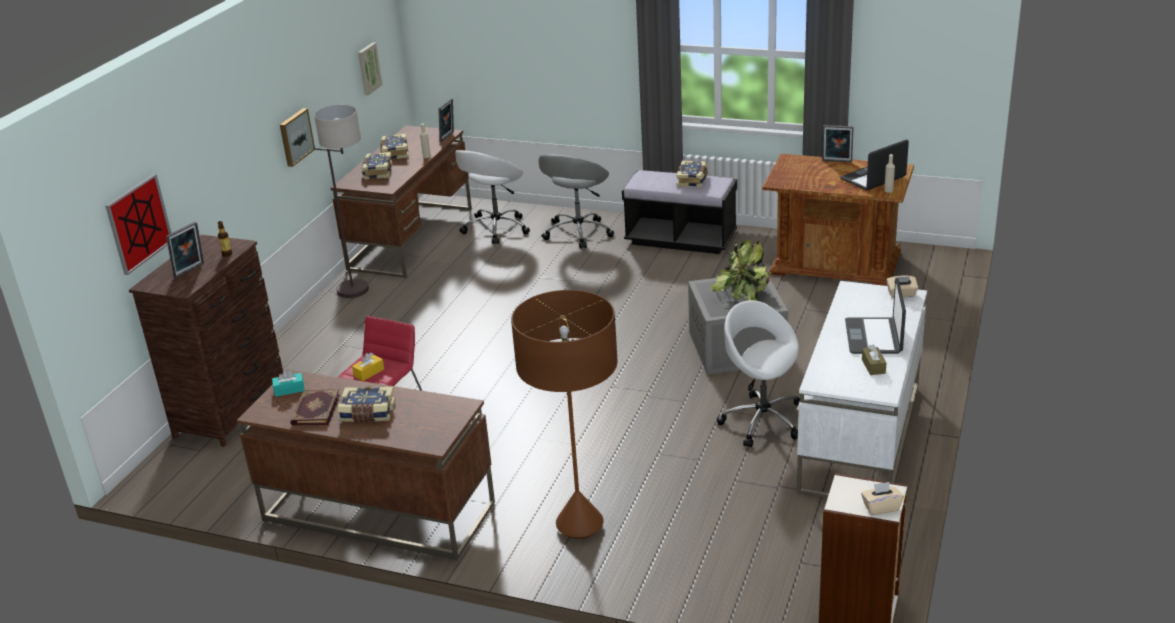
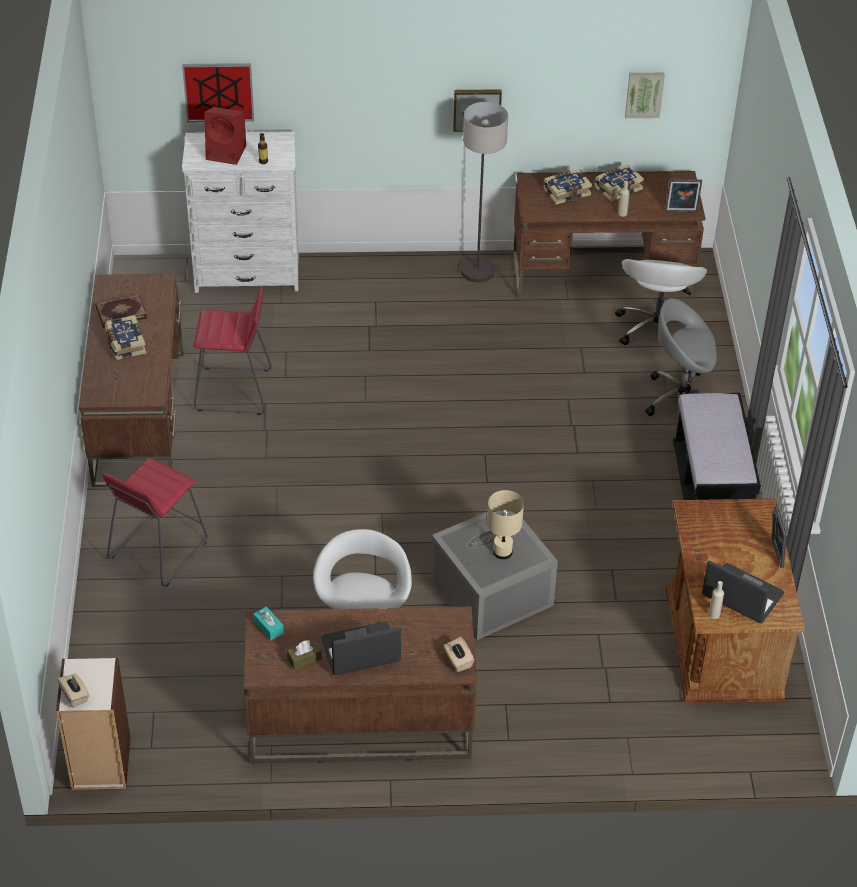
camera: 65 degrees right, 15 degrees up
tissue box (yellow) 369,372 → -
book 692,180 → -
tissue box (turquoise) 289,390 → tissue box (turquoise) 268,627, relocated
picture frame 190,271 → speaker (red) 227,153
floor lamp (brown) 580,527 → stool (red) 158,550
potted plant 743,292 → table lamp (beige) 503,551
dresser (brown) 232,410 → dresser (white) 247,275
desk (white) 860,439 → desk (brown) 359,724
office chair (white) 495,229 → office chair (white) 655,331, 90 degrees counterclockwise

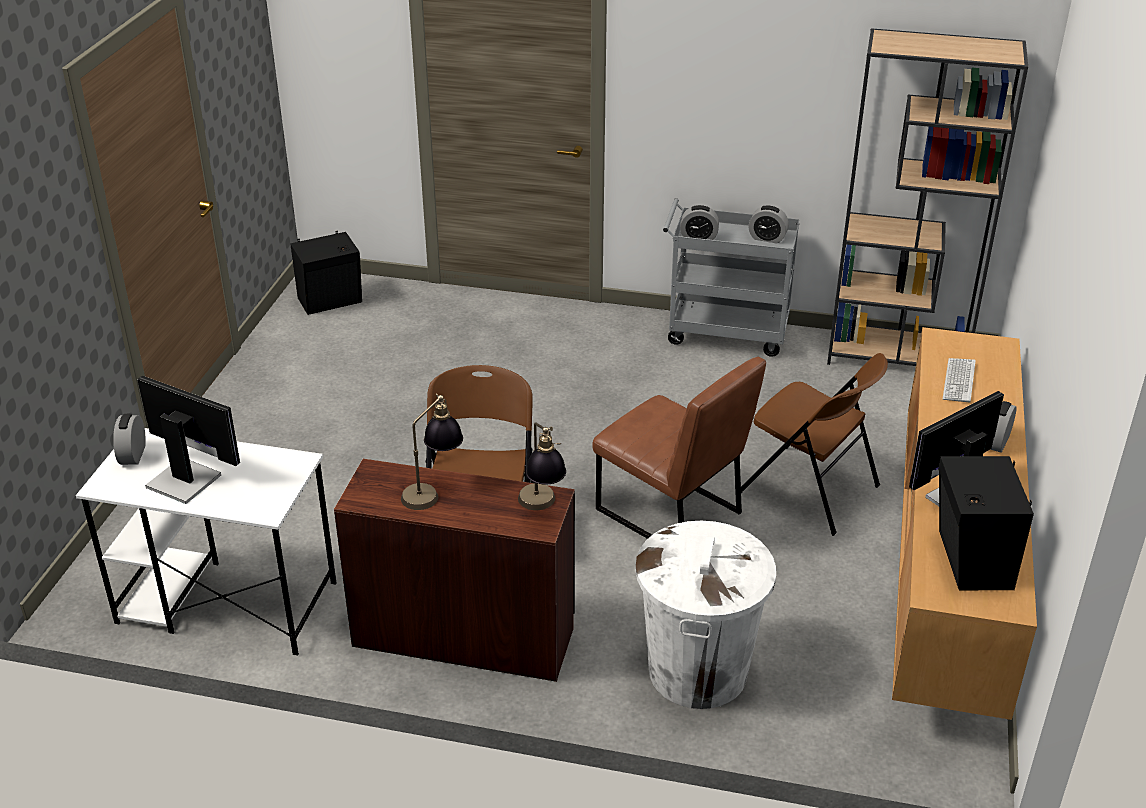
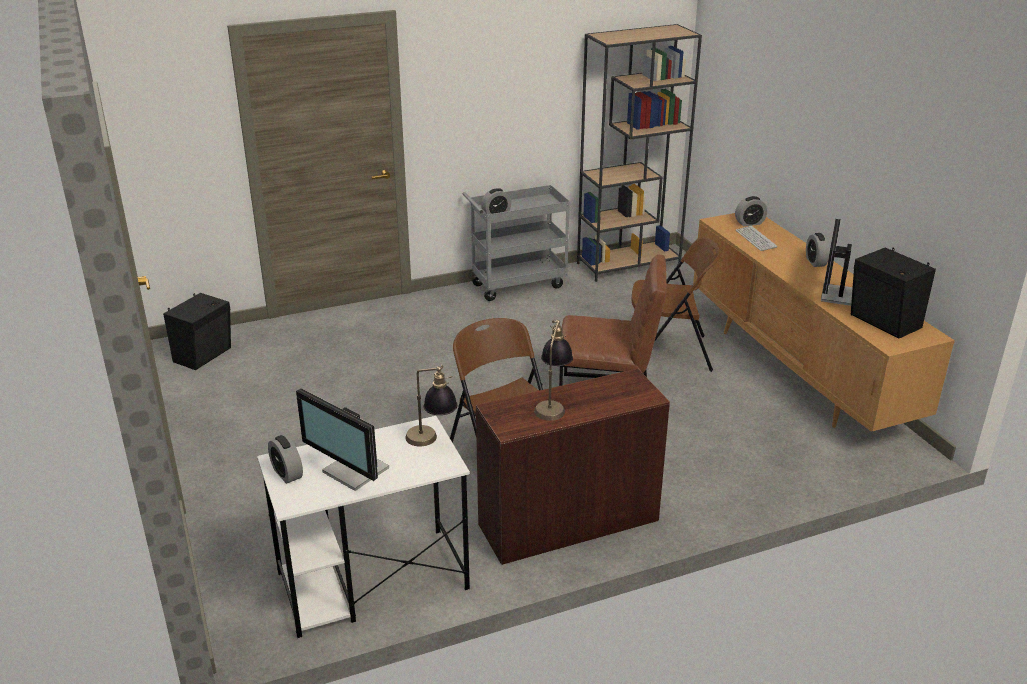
camera: 35 degrees left, 5 degrees down
trash can (white) 698,671 → -
table lamp 541,508 → table lamp 431,442, relocated
alarm clock 767,238 → alarm clock 749,223, relocated
monitor 185,479 → monitor 354,471, 135 degrees counterclockwise

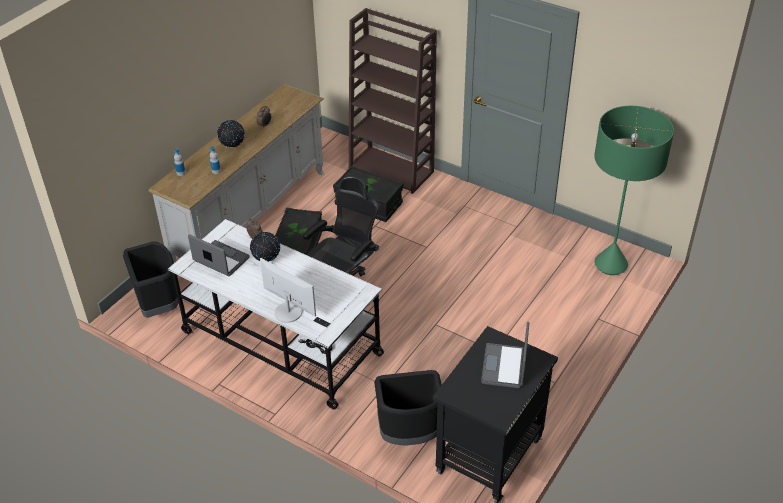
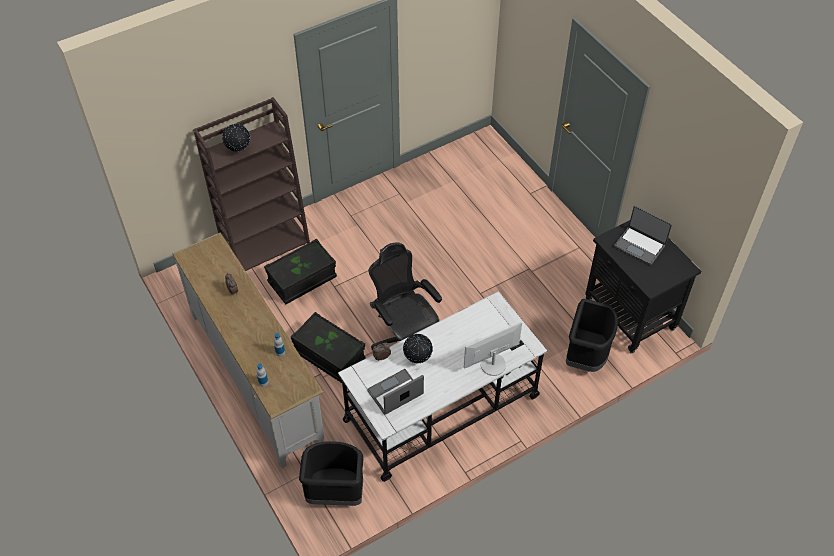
camera: 65 degrees left, 10 degrees up
floor lamp (green) 610,266 → -
globe 233,147 → globe 238,150, relocated

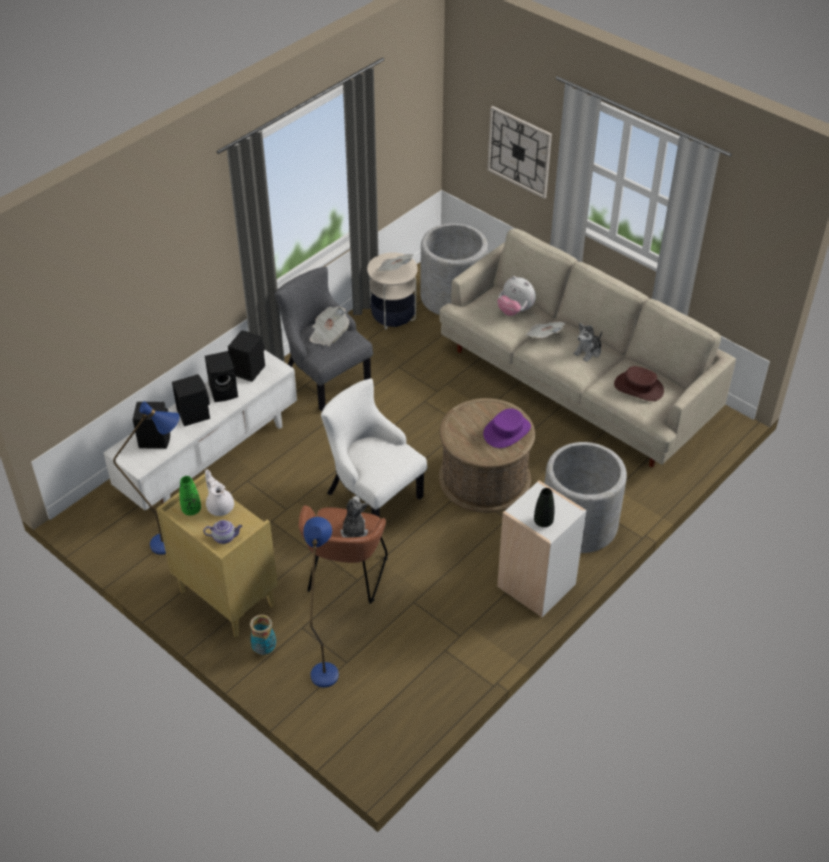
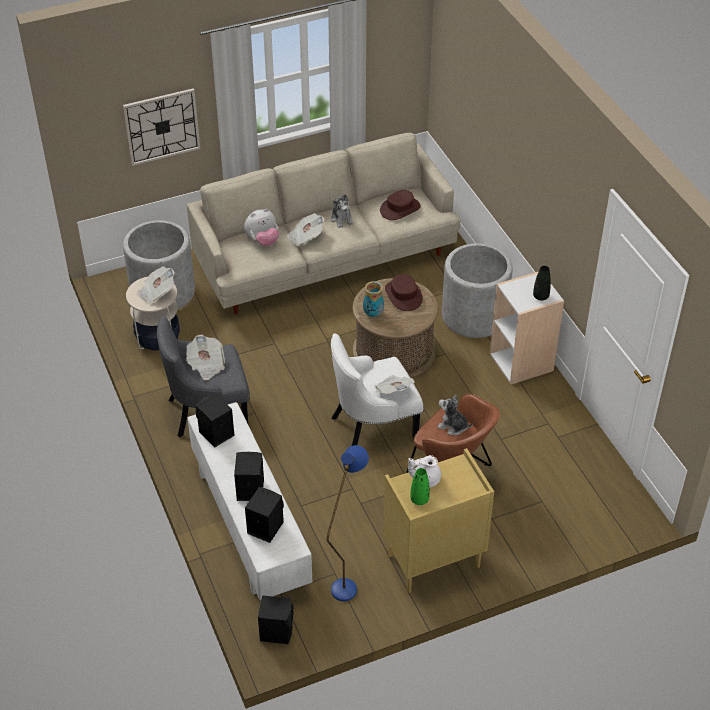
camera: 65 degrees left, 0 degrees up
teapot 225,537 → -
floor lamp (blue) 325,666 → -
- → newspaper 394,391
speaker (black) 224,391 → speaker (black) 277,630, relocated
vase 264,649 → vase 373,314, relocated
hat (purple) 507,431 → hat (brown) 403,295

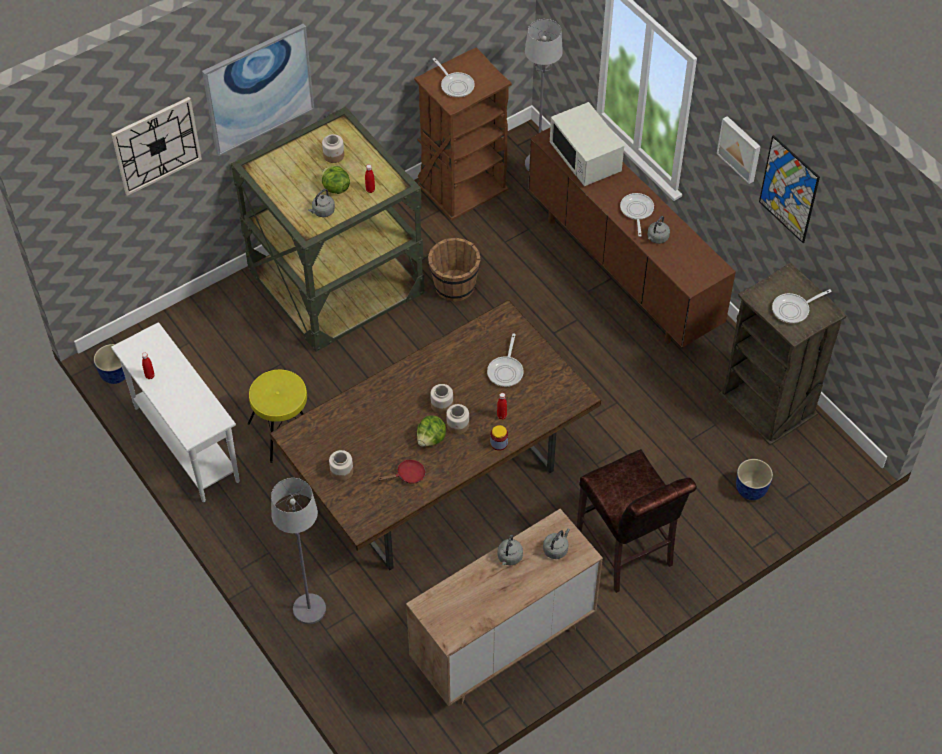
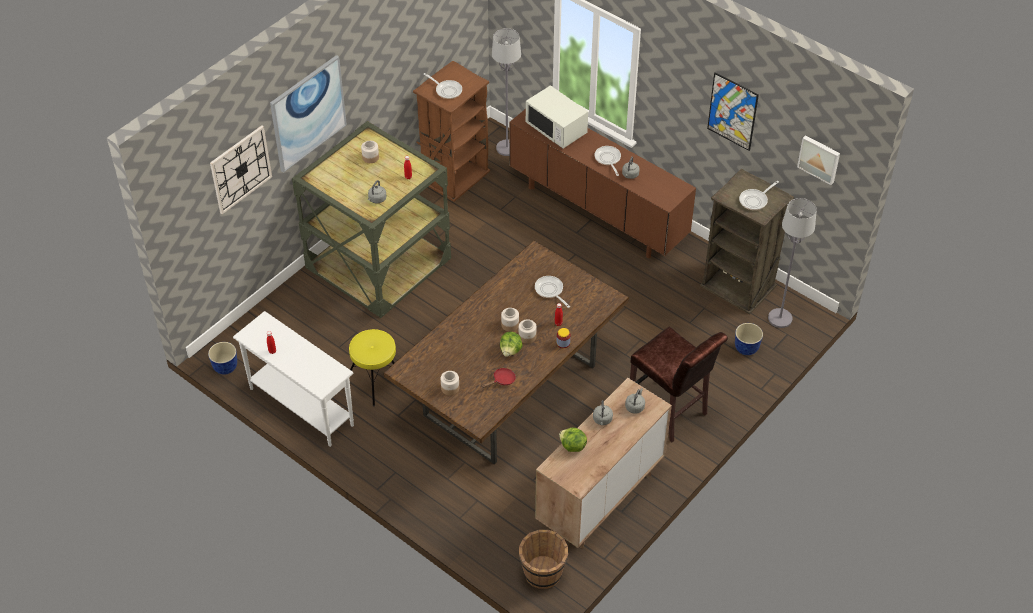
camera: 15 degrees left, 5 degrees down
floor lamp (grey) 309,610 → floor lamp (grey) 780,319, relocated
lettuce 335,188 → lettuce 572,446, relocated
bucket (brown) 454,286 → bucket (brown) 542,573, relocated
picture 740,148 → picture 819,159, relocated
frying pan 506,371 → frying pan 550,291, 150 degrees clockwise

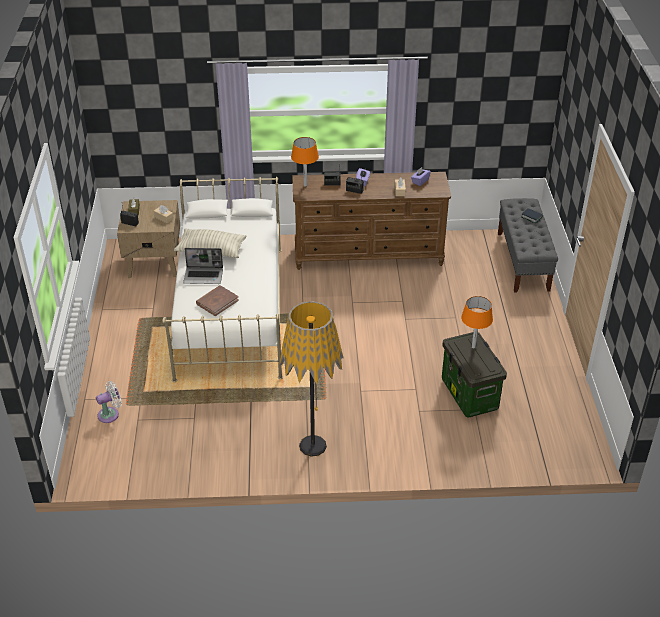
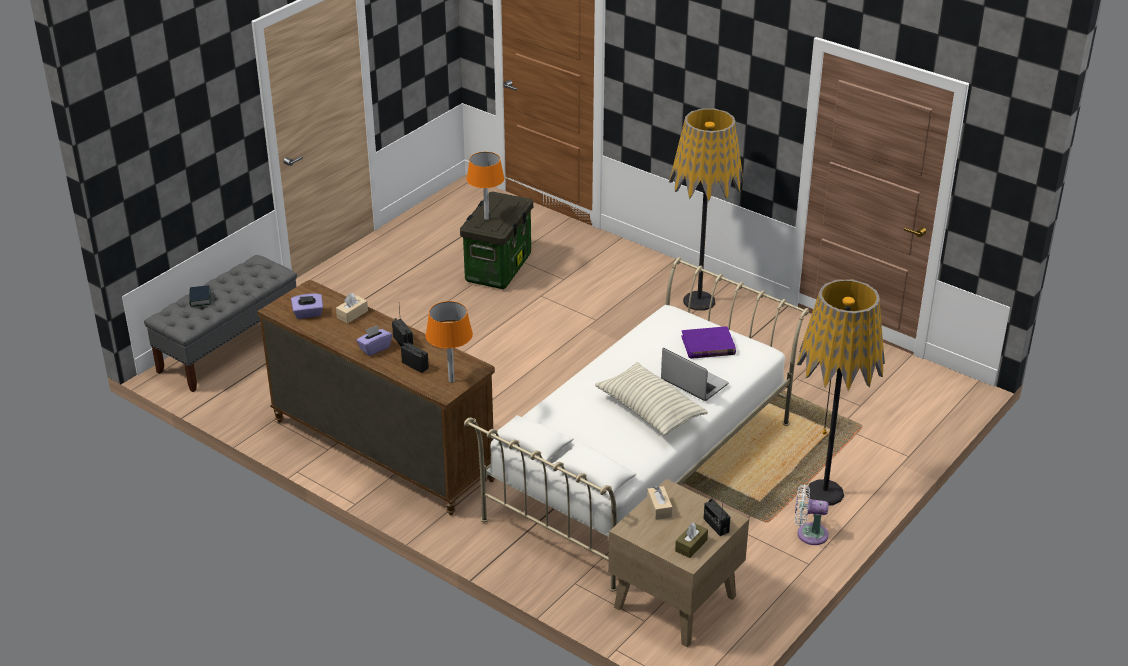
camera: 140 degrees left, 5 degrees down
- → floor lamp 824,493
fan (white) 110,414 → fan (white) 808,534, relocated
book (brown) 217,302 → book (purple) 708,345

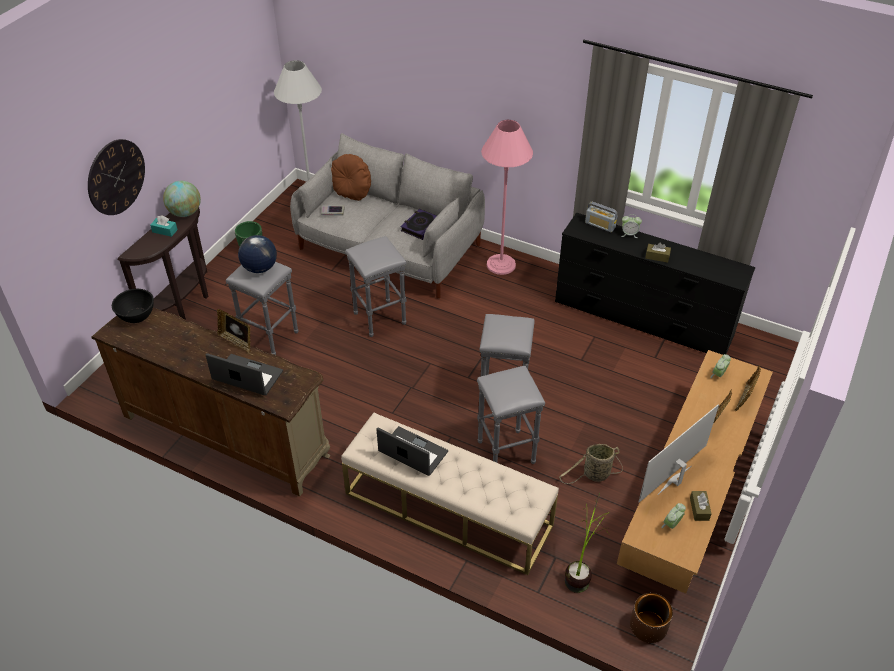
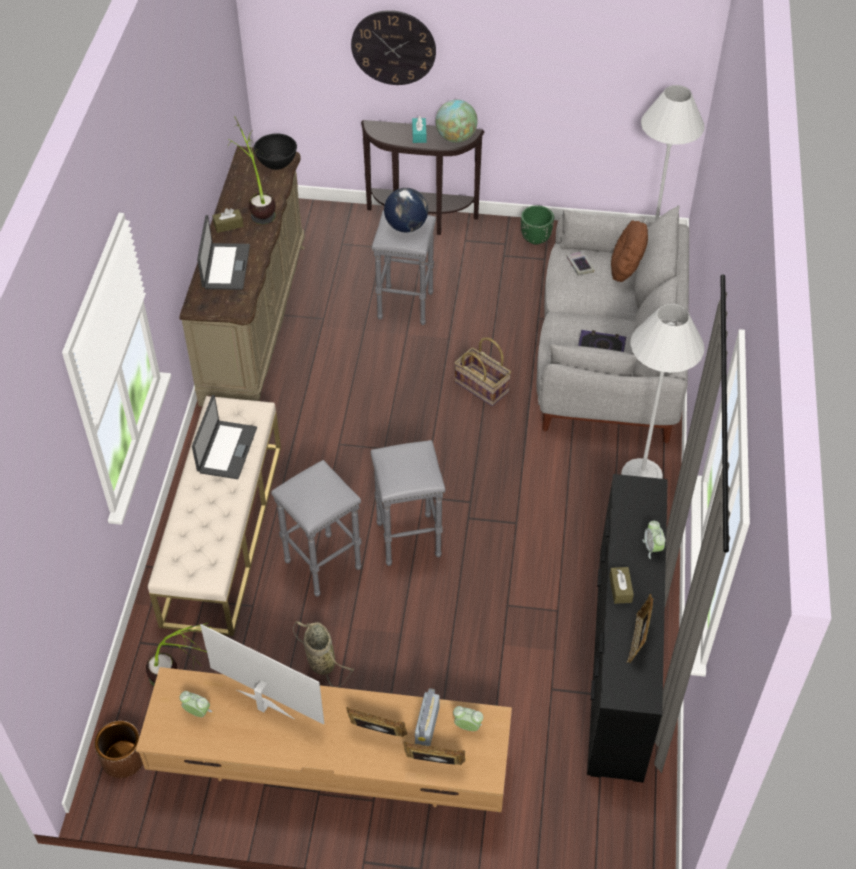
camera: 70 degrees right, 5 degrees up
- → potted plant 258,206
picture frame 237,341 → picture frame 638,640, relocated
radio 600,225 → radio 427,725, relocated
tissue box (brown) 699,509 → tissue box (brown) 228,225, relocated
stool (grey) 380,317 → basket 482,386
floor lamp (pink) 501,264 → floor lamp (white) 642,476

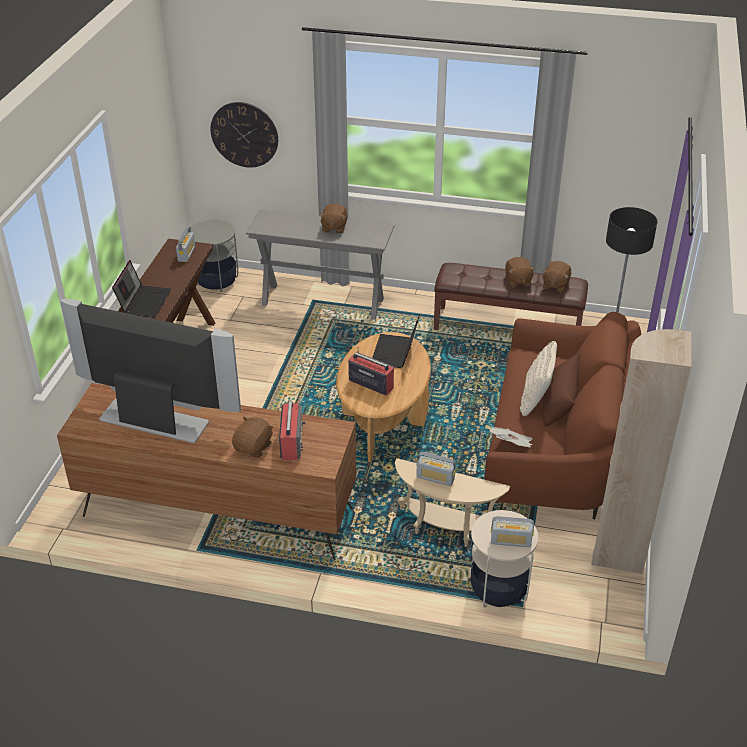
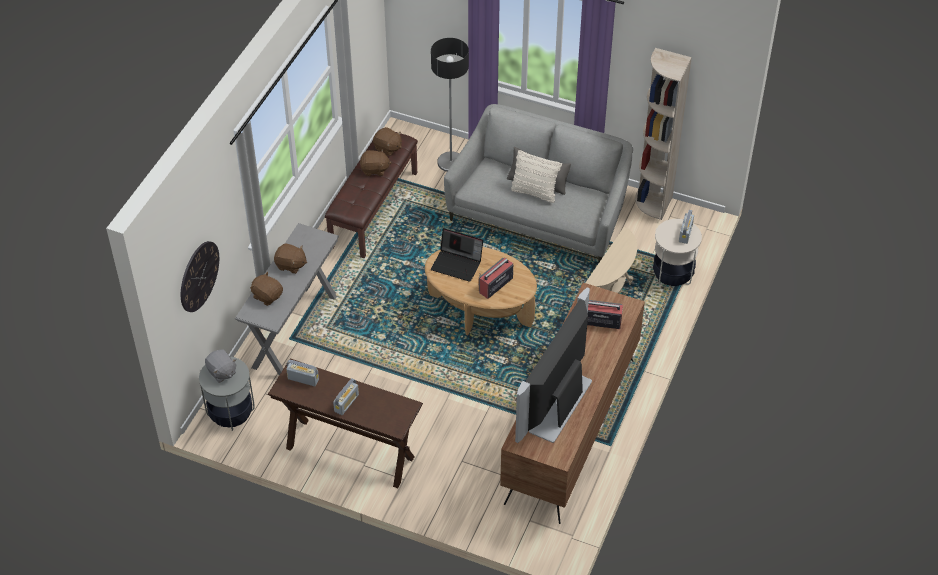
camera: 80 degrees left, 10 degrees up
laptop 144,301 → -
newspaper 512,446 → -
- → plush toy (grey) 221,372
plush toy (brown) 254,447 → plush toy (brown) 267,296, relocated
radio 435,478 → radio 346,403, relocated
sofa (brown) 556,452 → sofa (grey) 540,213

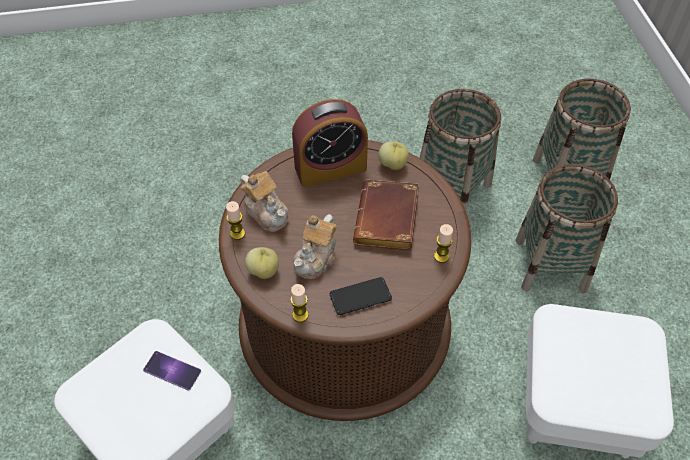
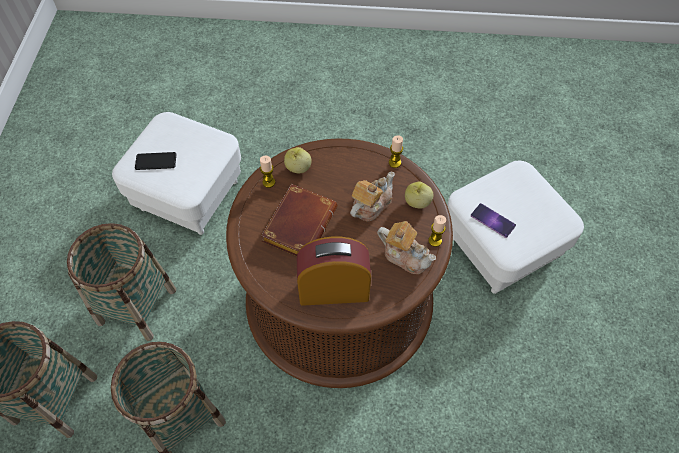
camera: 165 degrees left, 5 degrees up
phone 360,296 → phone 156,161, relocated
apple 393,164 → apple 298,168, relocated
teapot 267,212 → teapot 405,255, 150 degrees clockwise

